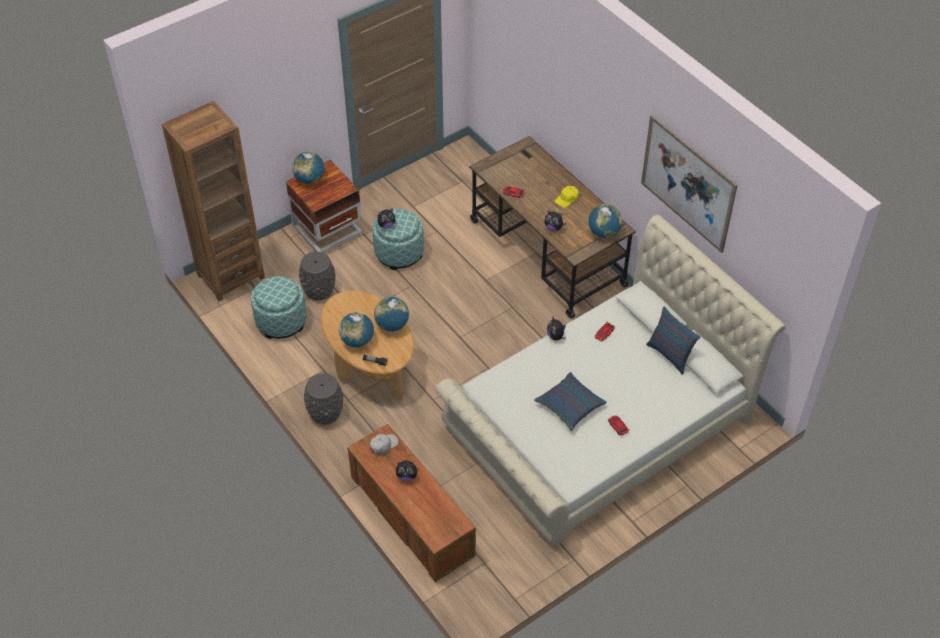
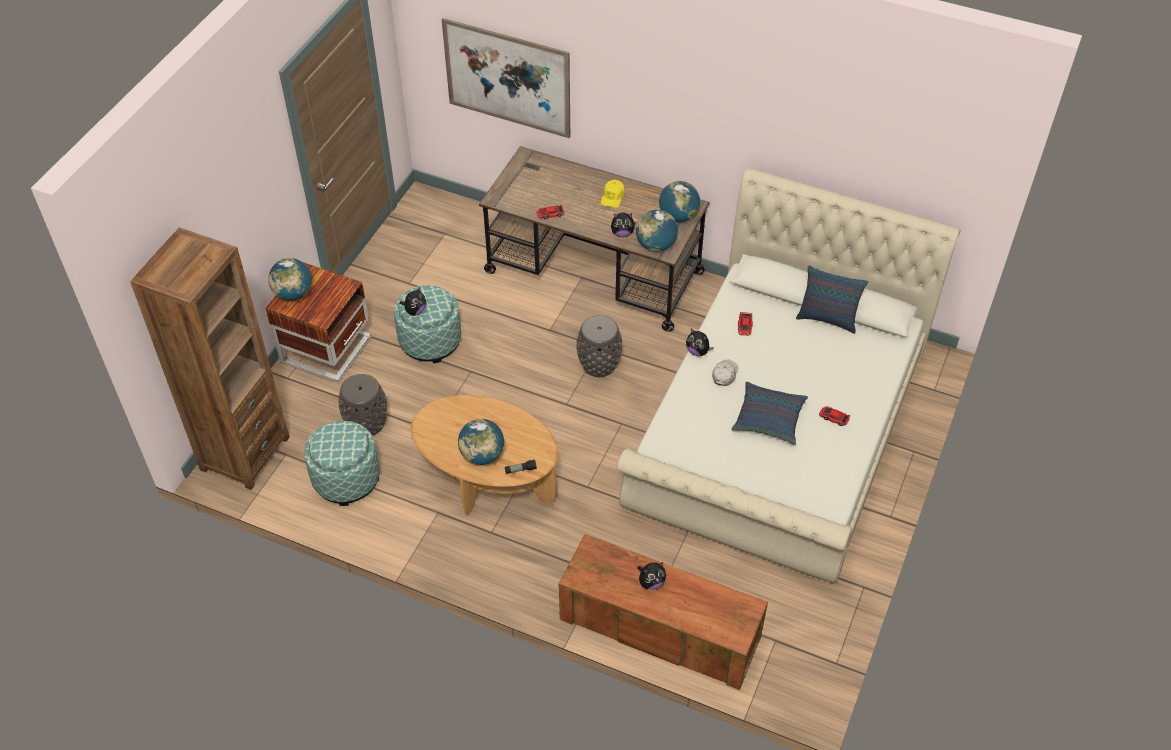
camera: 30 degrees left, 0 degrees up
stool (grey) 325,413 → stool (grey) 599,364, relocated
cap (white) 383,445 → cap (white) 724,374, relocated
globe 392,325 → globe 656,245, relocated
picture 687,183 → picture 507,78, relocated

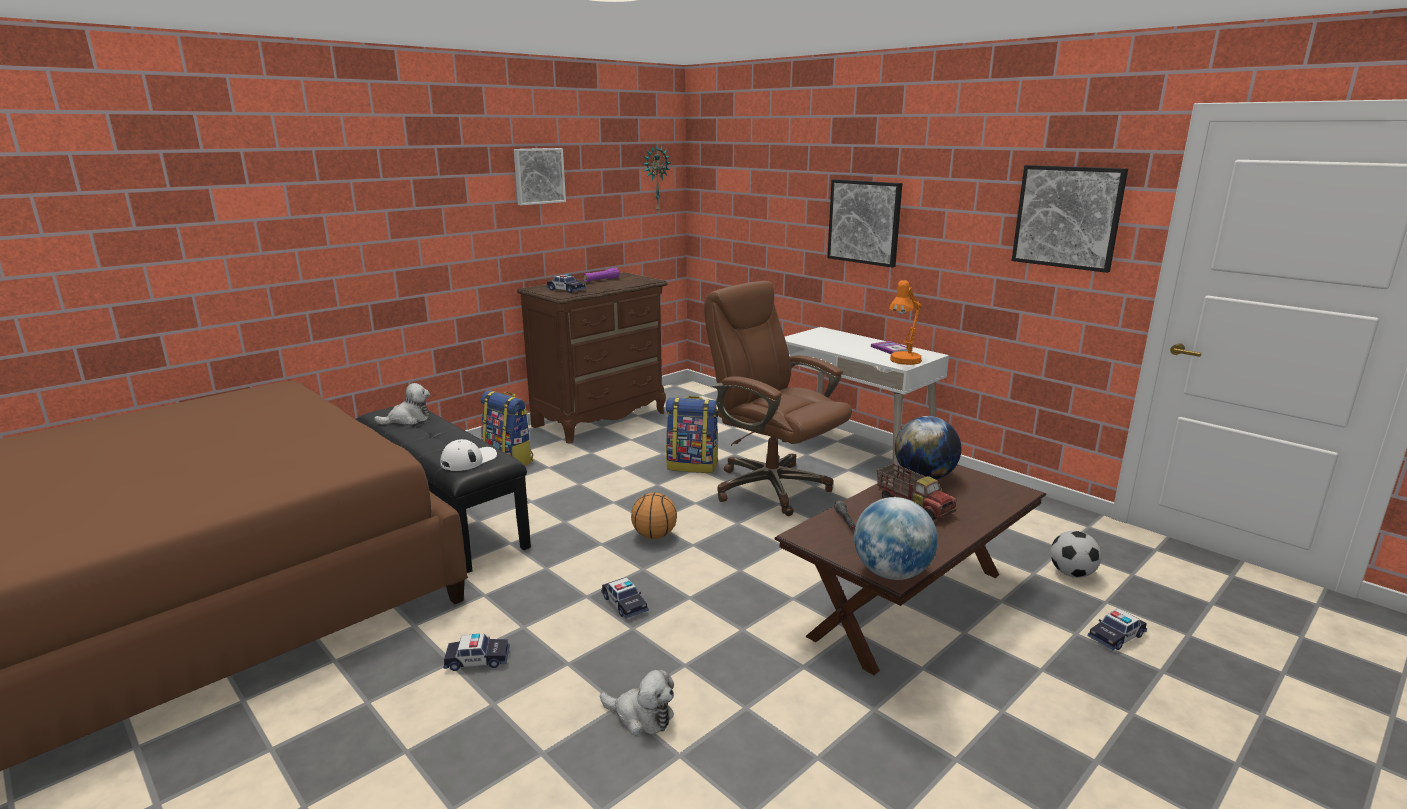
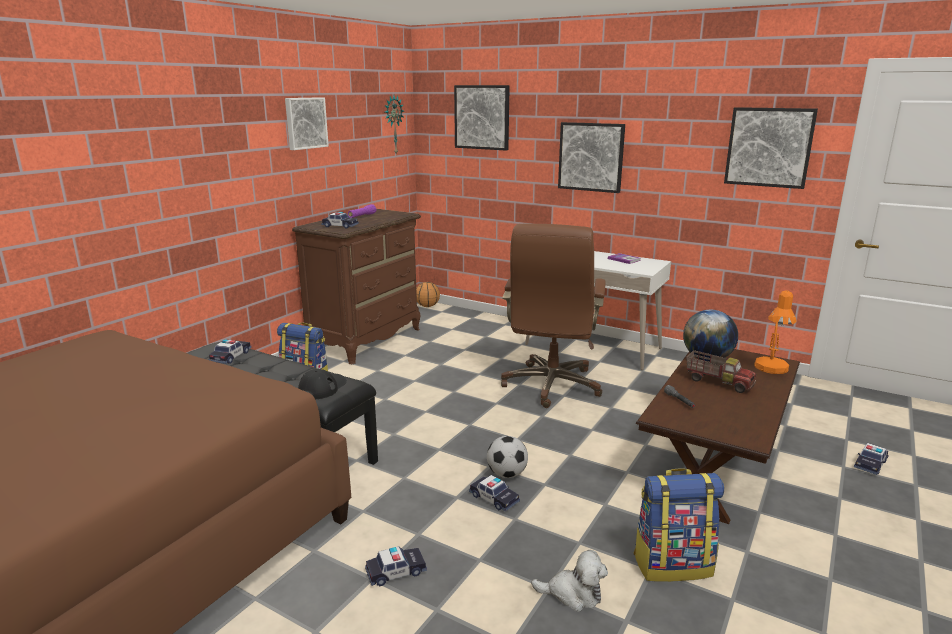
camera: 15 degrees left, 0 degrees up
globe 891,573 → -
- → picture 482,117
basketball 654,536 → basketball 427,306, relocated
backpack 693,466 → backpack 672,564, relocated
table lamp (orange) 902,362 → table lamp (orange) 771,370, relocated
football 1071,574 → football 507,474, relocated
plush toy 408,419 → toy car 231,356
cap (white) 468,460 → cap (black) 322,387
office chair (brown) 773,489 → office chair (brown) 552,383, 105 degrees counterclockwise

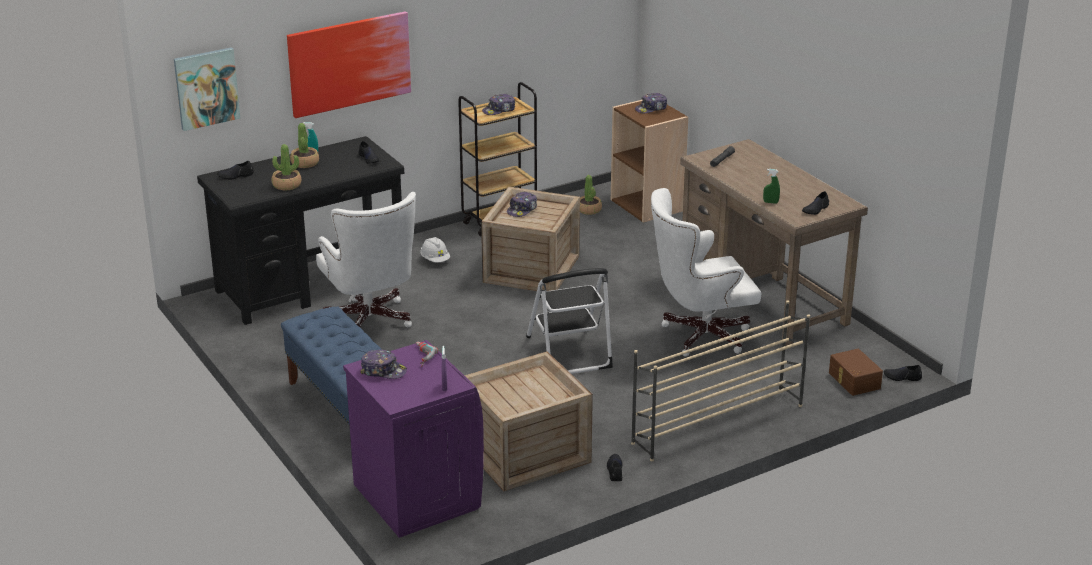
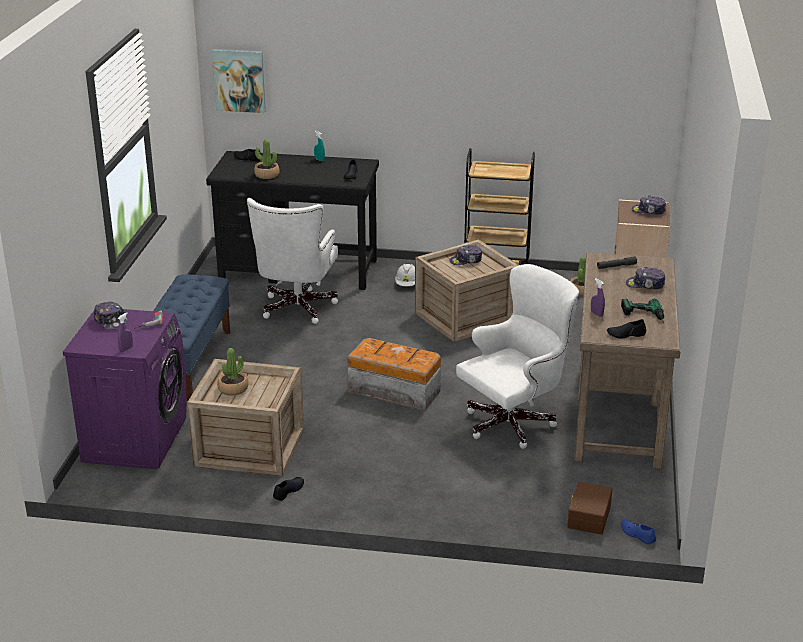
camera: 40 degrees right, 0 degrees up
picture 349,63 → -
shoe rack (beige) 717,424 → -
- → power drill 644,316
potted plant 305,163 → potted plant 233,389, relocated
cap 499,110 → cap 645,285, relocated
step ladder 569,354 → storage box 393,390
spray bottle (green) 770,202 → spray bottle (purple) 596,314
shoe (black) 902,377 → shoe (blue) 637,534
office chair (white) 699,337 → office chair (white) 514,422, 120 degrees clockwise

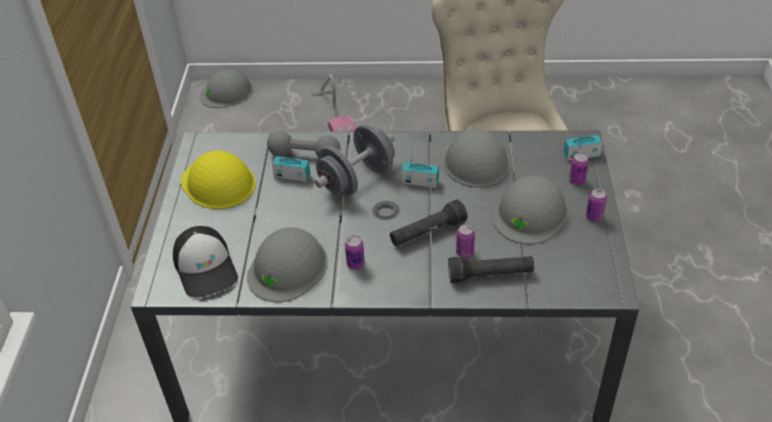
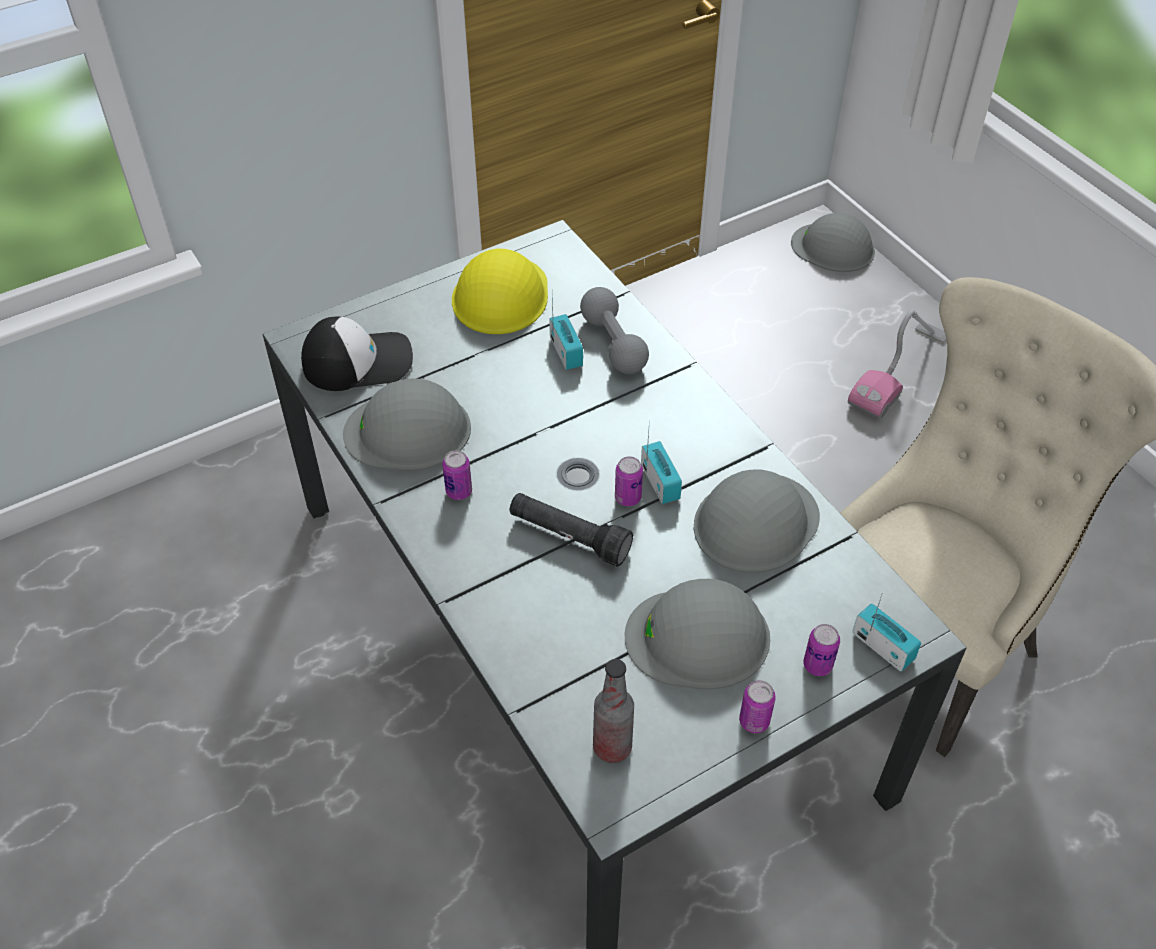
camera: 55 degrees right, 5 degrees up
dumbbell (grey) 357,179 → -
flashlight (black) 490,275 → -
- → bottle 612,747
can 464,252 → can 628,497, relocated
cap 206,267 → cap 358,361, 135 degrees counterclockwise

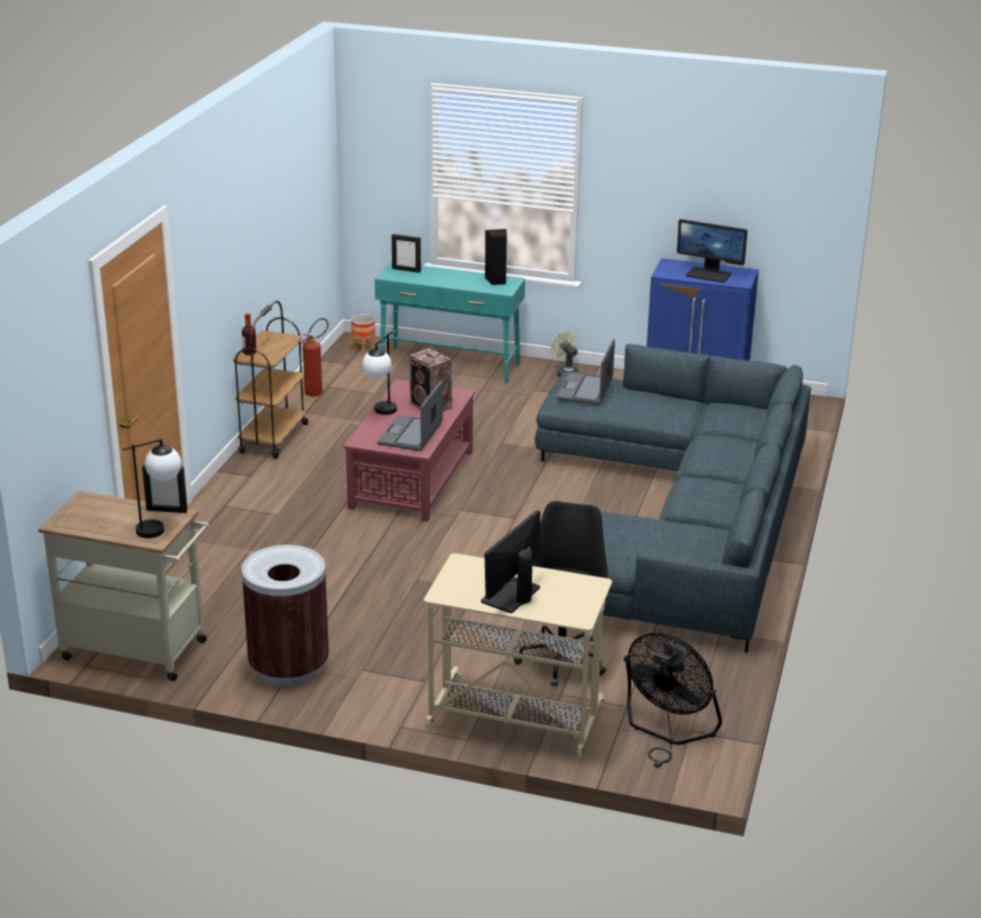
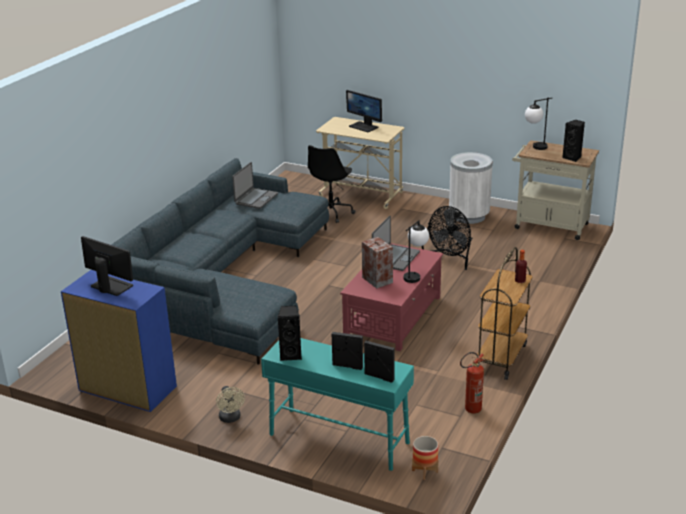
camera: 170 degrees left, 0 degrees up
- → speaker (black) 573,158
picture frame 167,510 → picture frame 347,366, relocated
laptop 585,390 → laptop 256,199, relocated
fan (black) 664,730 → fan (black) 450,257, relocated
trash can (brown) 289,667 → trash can (white) 468,216
monitor 511,595 → monitor 364,127, 90 degrees clockwise

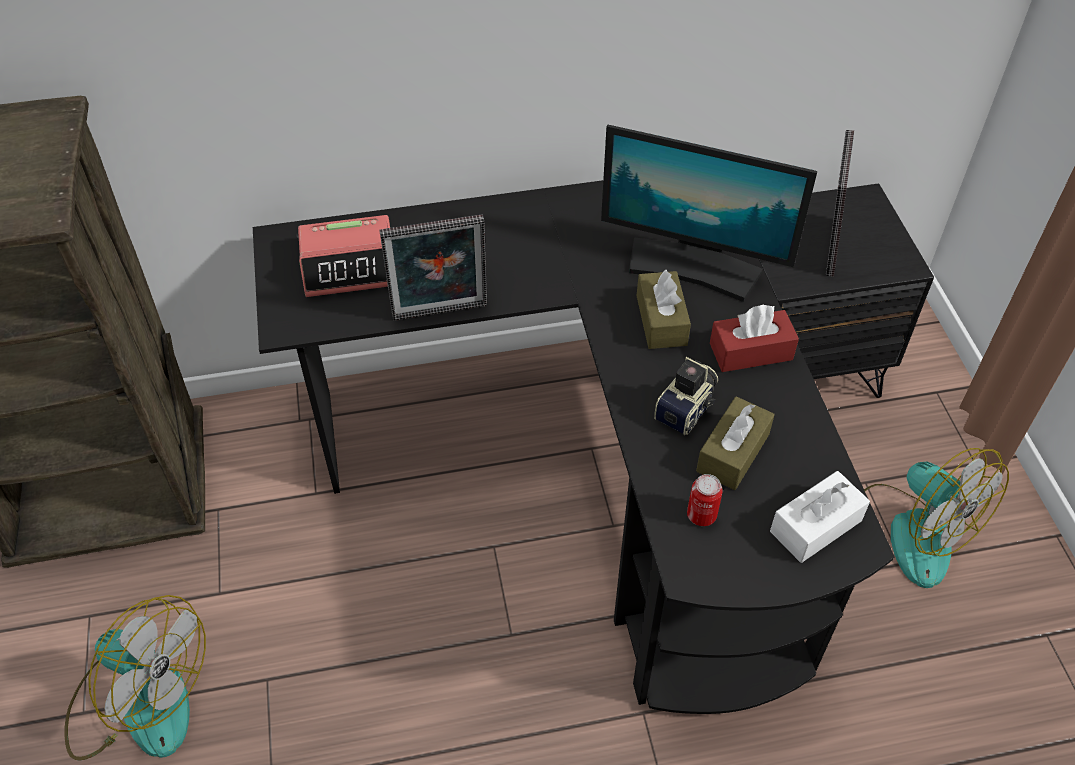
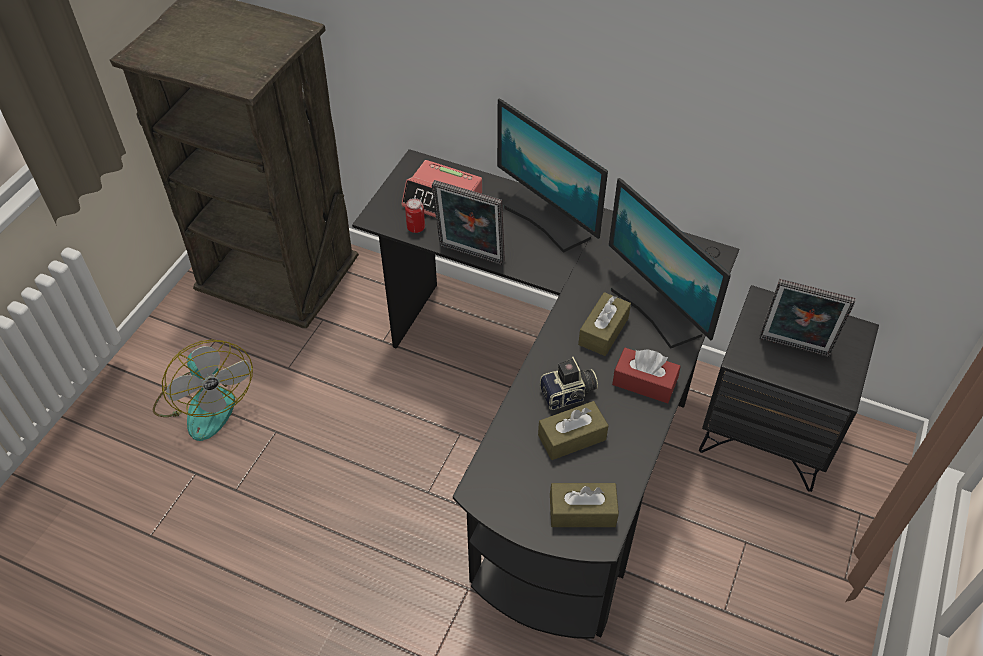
camera: 35 degrees right, 0 degrees up
fan 905,533 → -
- → monitor 548,219
can 701,515 → can 416,227, relocated
tissue box (white) 815,526 → tissue box (brown) 582,512
picture frame 828,246 → picture frame 793,349, 120 degrees counterclockwise

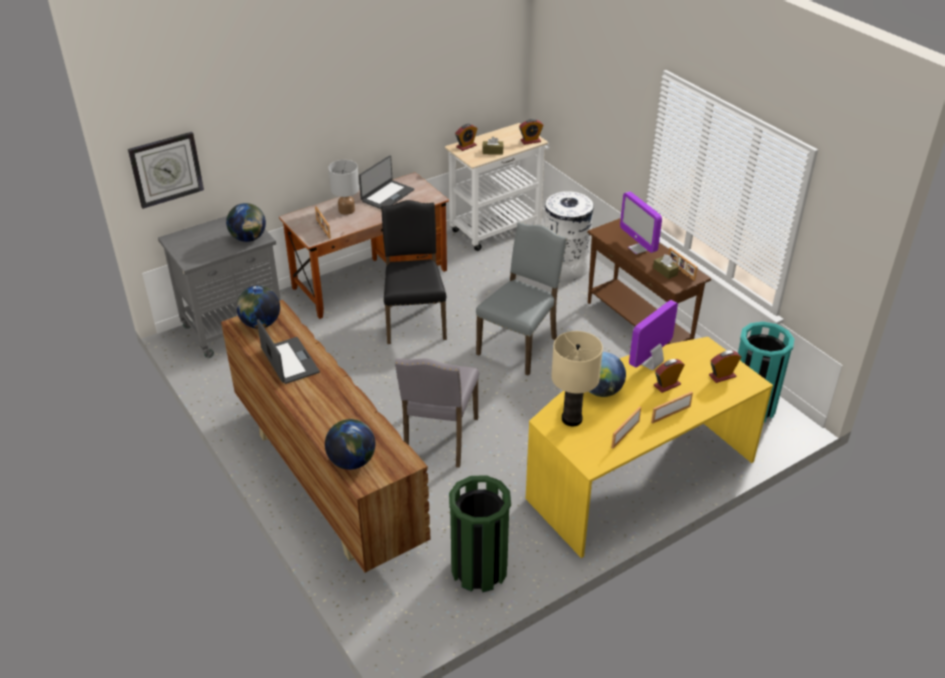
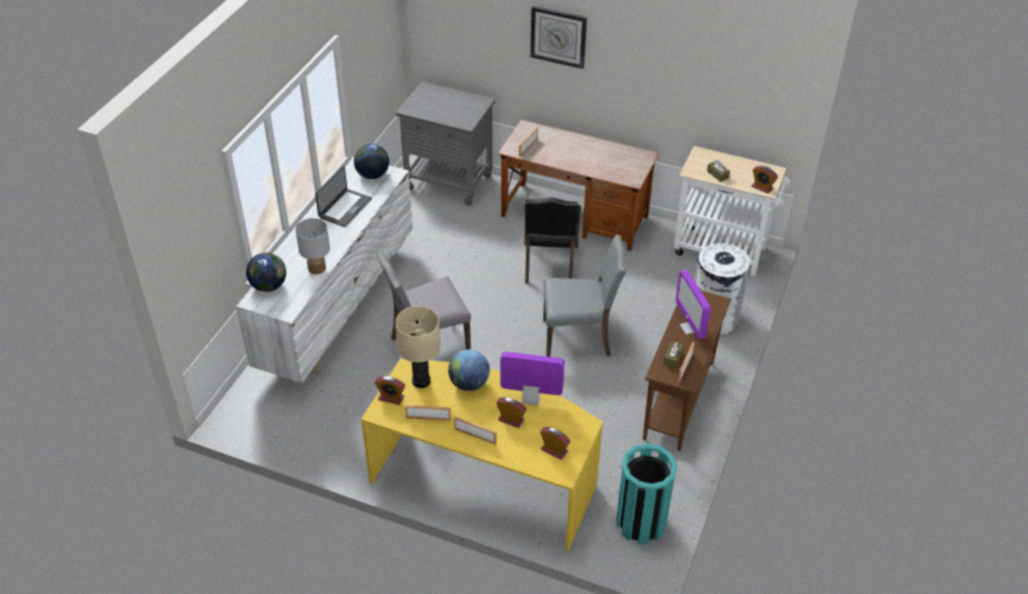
camera: 55 degrees right, 5 degrees up
globe 249,238 → -
laptop 387,195 → -
trash can (green) 479,569 → -
wall clock 166,169 → wall clock 558,36, relocated
table lamp (grey) 346,210 → table lamp (grey) 317,268, relocated
alarm clock 466,146 → alarm clock 391,398, relocated
cabinet (brown) 326,482 → cabinet (white) 338,311
chair (black) 414,320 → chair (black) 549,265, 135 degrees clockwise
monitor 638,249 → monitor 690,328, 45 degrees counterclockwise

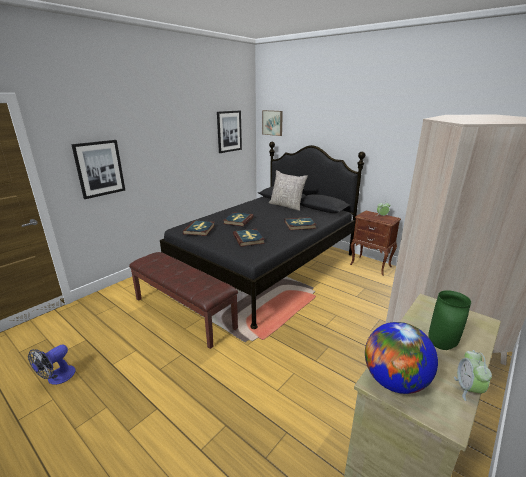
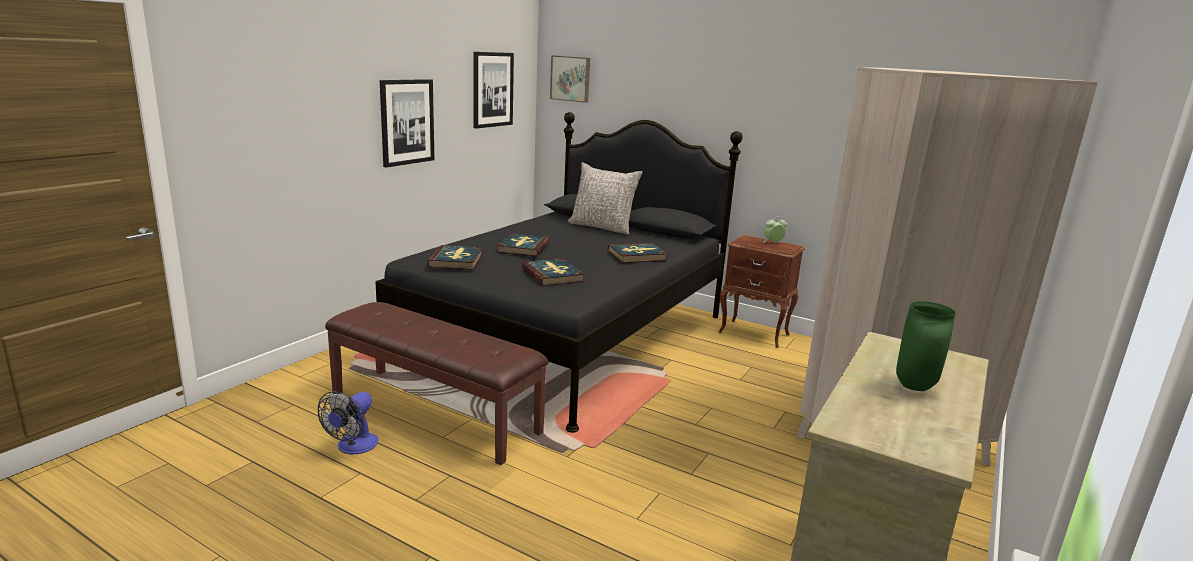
camera: 10 degrees left, 5 degrees down
globe 394,381 → -
alarm clock 468,389 → -
fan 57,378 → fan 353,447, relocated
picture 99,168 → picture 407,122, relocated

